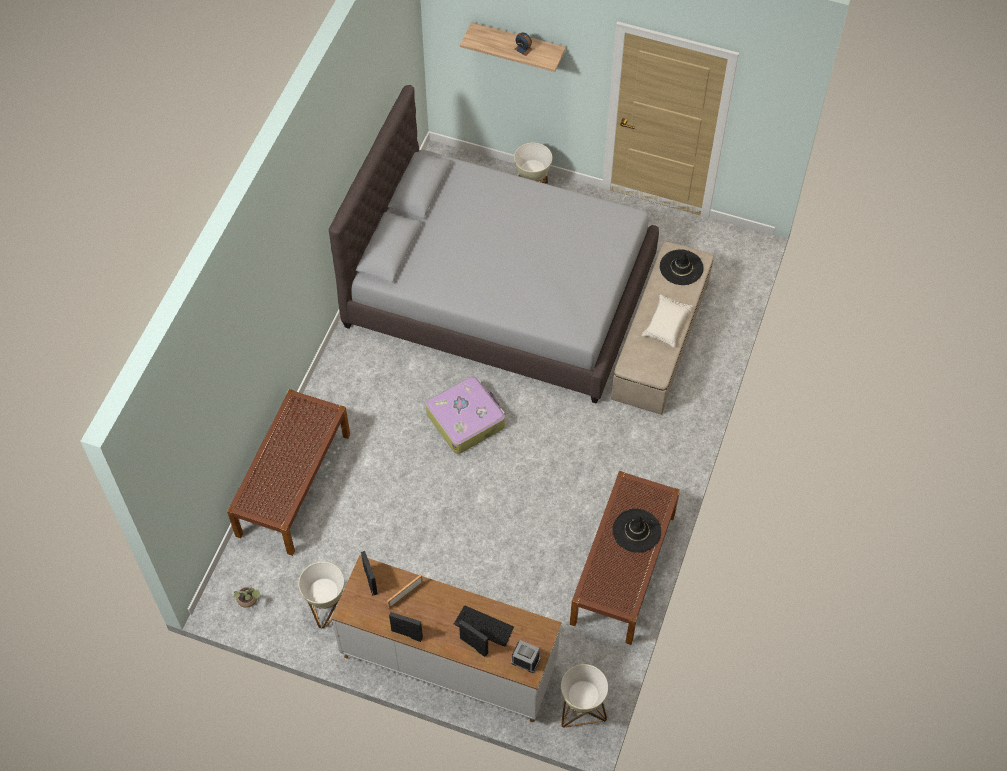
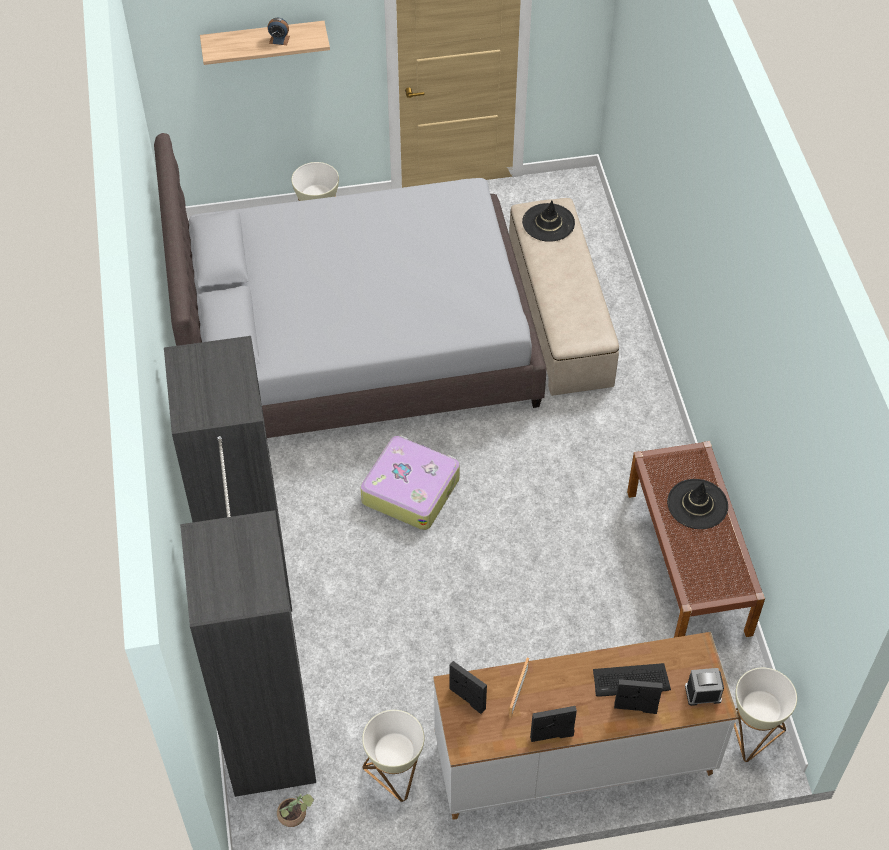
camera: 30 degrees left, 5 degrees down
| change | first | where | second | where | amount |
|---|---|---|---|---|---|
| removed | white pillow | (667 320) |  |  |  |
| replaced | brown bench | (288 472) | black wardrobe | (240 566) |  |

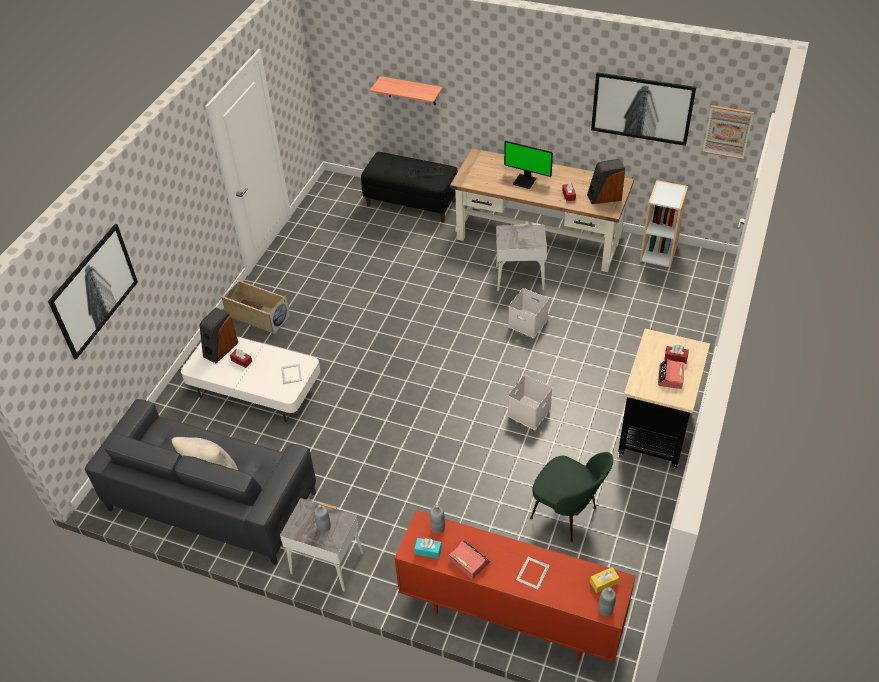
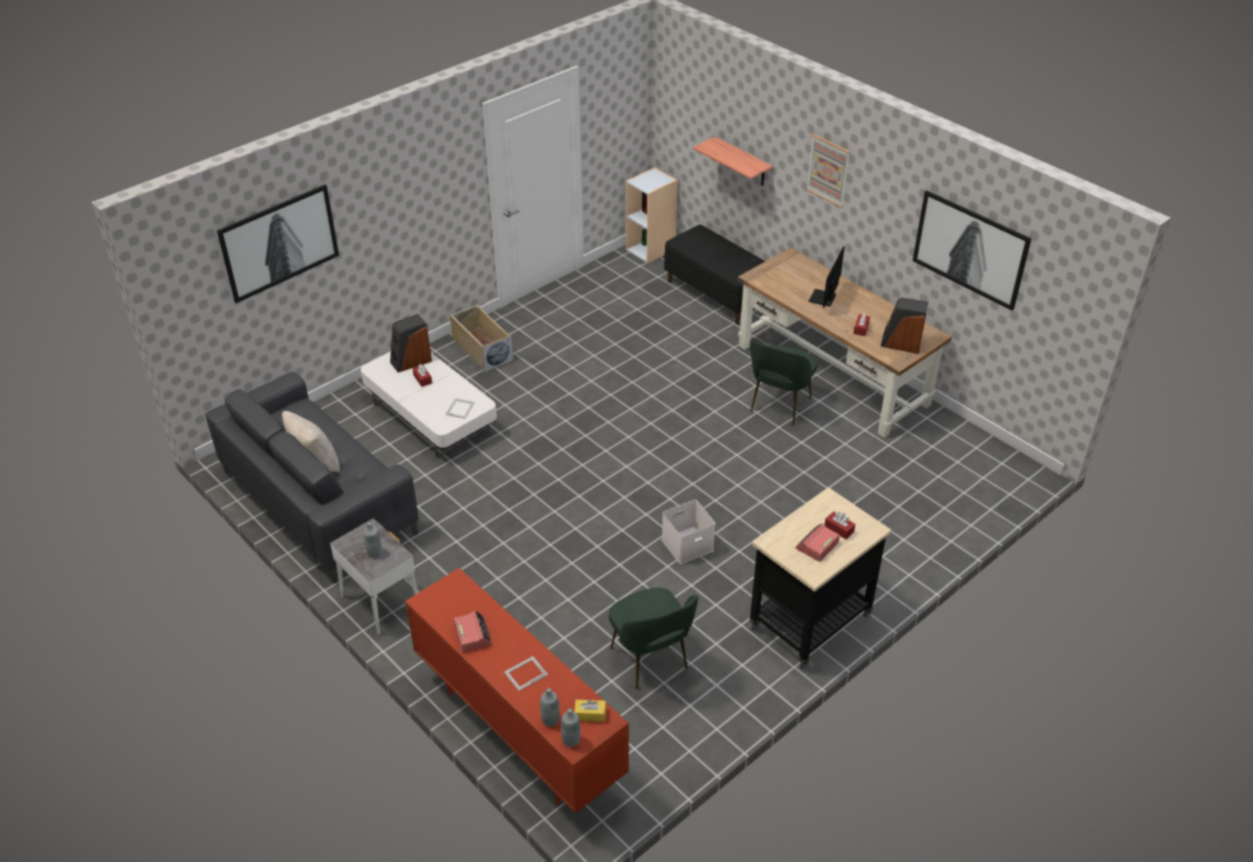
camera: 25 degrees right, 5 degrees down
| change | first | where | second | where | amount |
|---|---|---|---|---|---|
| moved | picture | (728 132) |  | (828 170) |  |
| turned | monitor | (528 165) |  | (827 277) | 60 degrees clockwise |
| moved | bookcase | (664 224) |  | (652 215) |  |
| replaced | side table | (521 257) | green chair | (784 382) |  |
| removed | white storage box | (528 313) |  |  |  |
| moved | grey bottle | (437 519) |  | (550 707) |  |
| removed | turquoise tissue box | (428 548) |  |  |  |

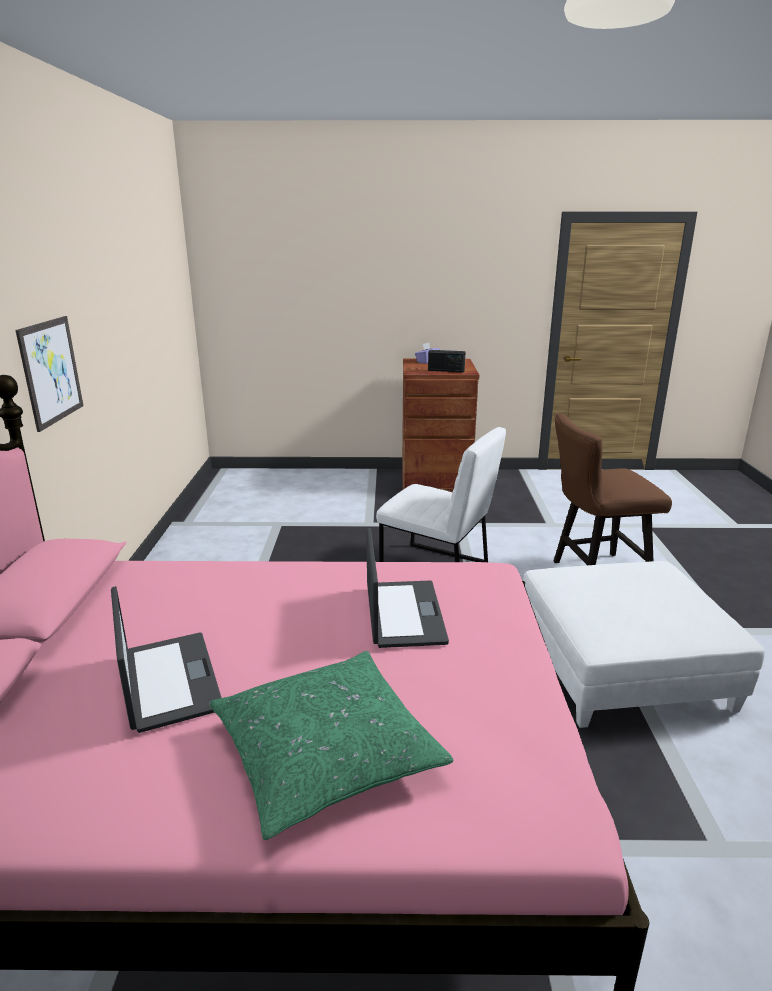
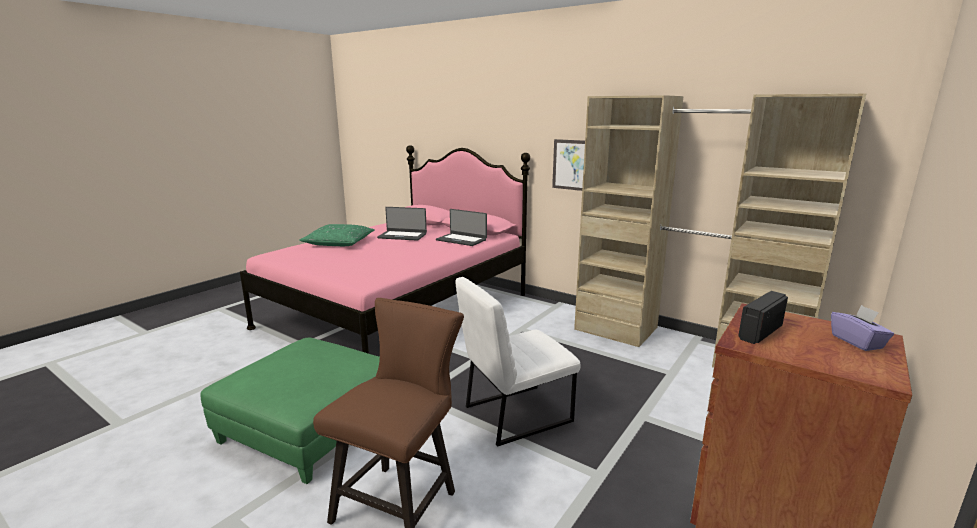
camera: 125 degrees right, 5 degrees down
| change | first | where | second | where | amount |
|---|---|---|---|---|---|
| moved | laptop | (407 588) |  | (461 227) |  |
| recoloured | white ottoman | (644 644) | green ottoman | (290 411) |  |
| added |  |  | beige wardrobe | (720 231) |  |

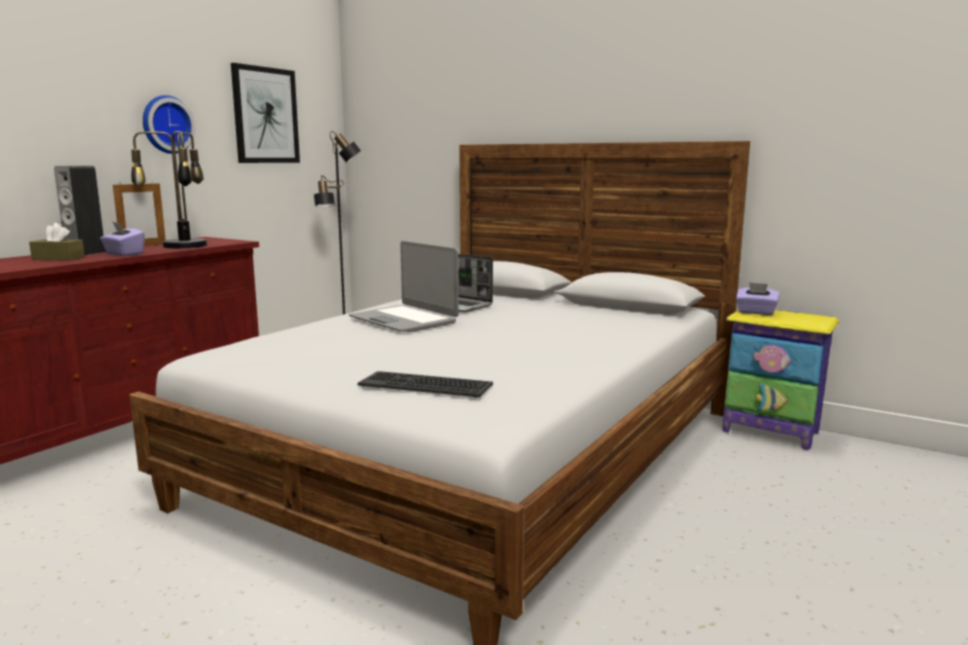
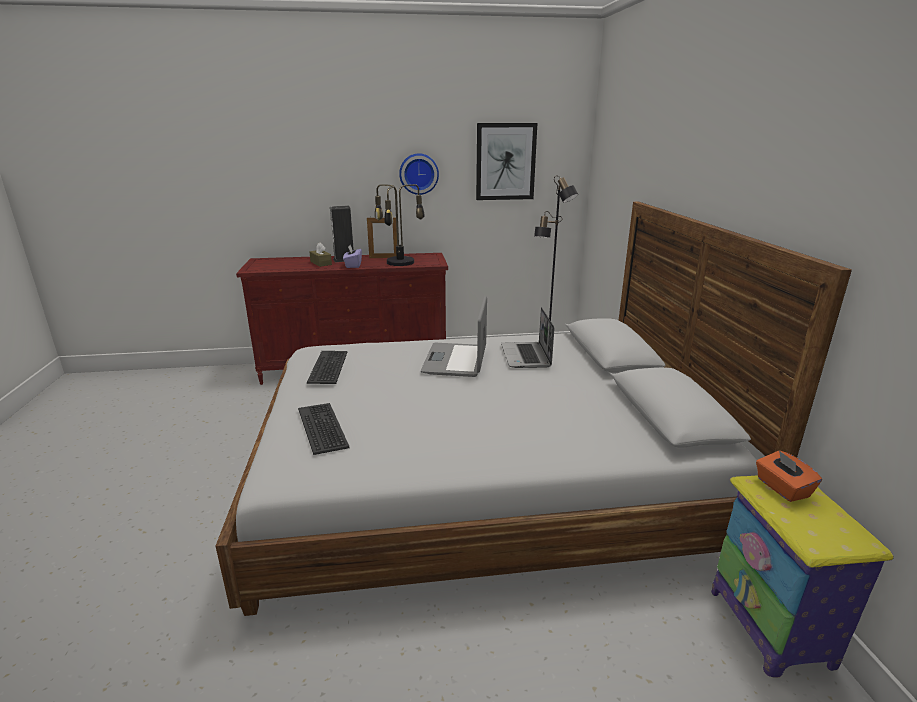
camera: 50 degrees right, 10 degrees up
| change | first | where | second | where | amount |
|---|---|---|---|---|---|
| recoloured | purple tissue box | (757 298) | orange tissue box | (789 476) |  |
| added |  |  | keyboard | (327 367) |  |

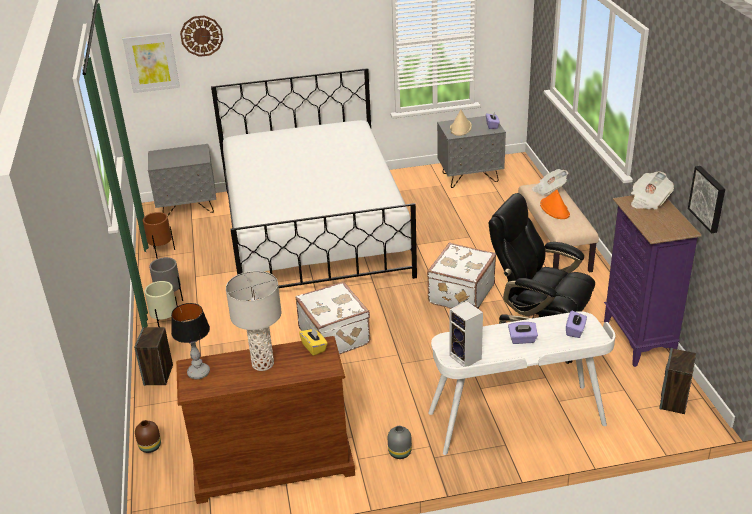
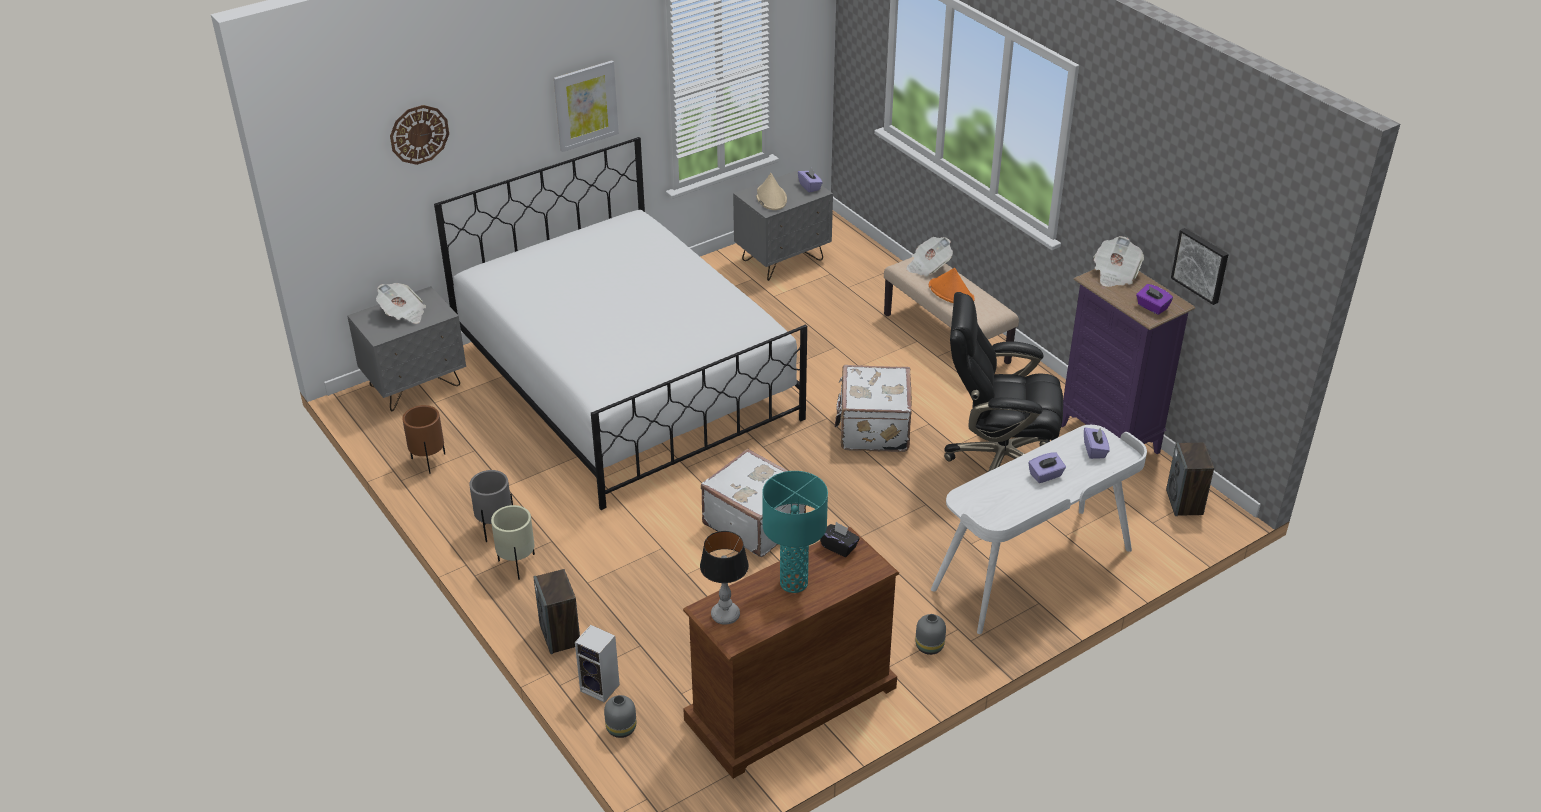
camera: 25 degrees left, 5 degrees up
| change | first | where | second | where | amount |
|---|---|---|---|---|---|
| moved | picture | (151 63) |  | (586 106) |  |
| recoloured | white table lamp | (254 321) | turquoise table lamp | (795 532) |  |
| moved | speaker | (466 334) |  | (597 664) |  |
| recoloured | yellow tissue box | (313 341) | black tissue box | (840 539) |  |
| recoloured | brown vase | (148 436) | grey vase | (620 716) |  |
| added |  |  | newspaper | (401 303) |  |
| added |  |  | purple tissue box | (1154 299) |  |

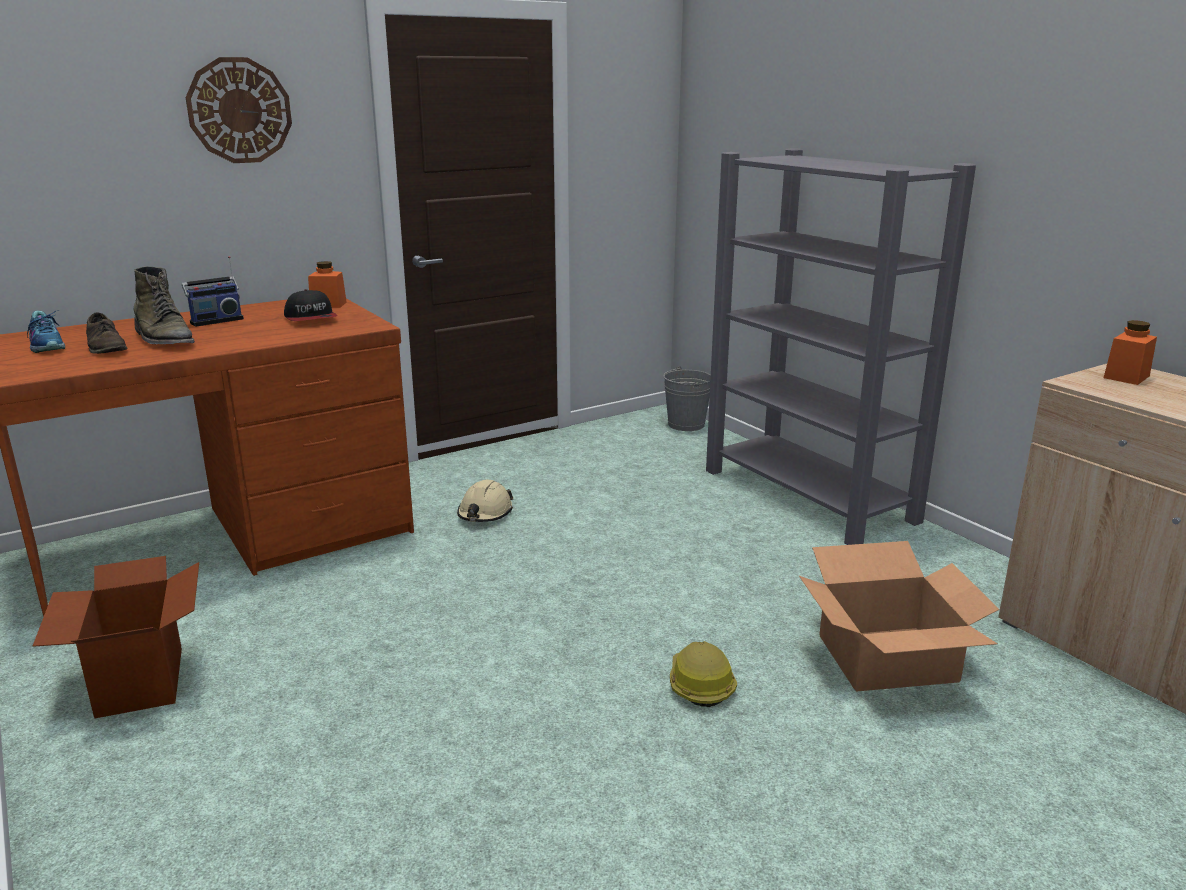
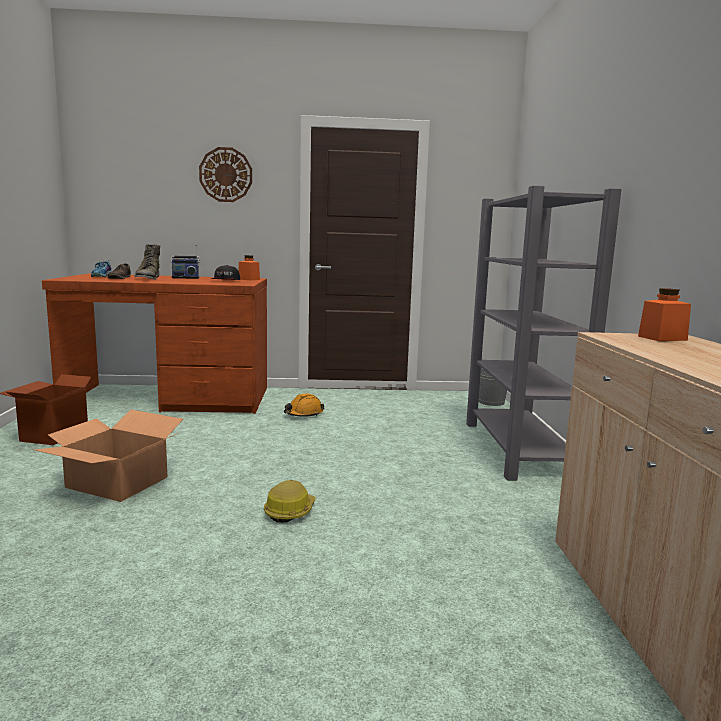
camera: 30 degrees right, 10 degrees down
| change | first | where | second | where | amount |
|---|---|---|---|---|---|
| recoloured | beige hard hat | (485 500) | orange hard hat | (304 405) |  |
| moved | cardboard box | (899 616) |  | (109 456) |  |

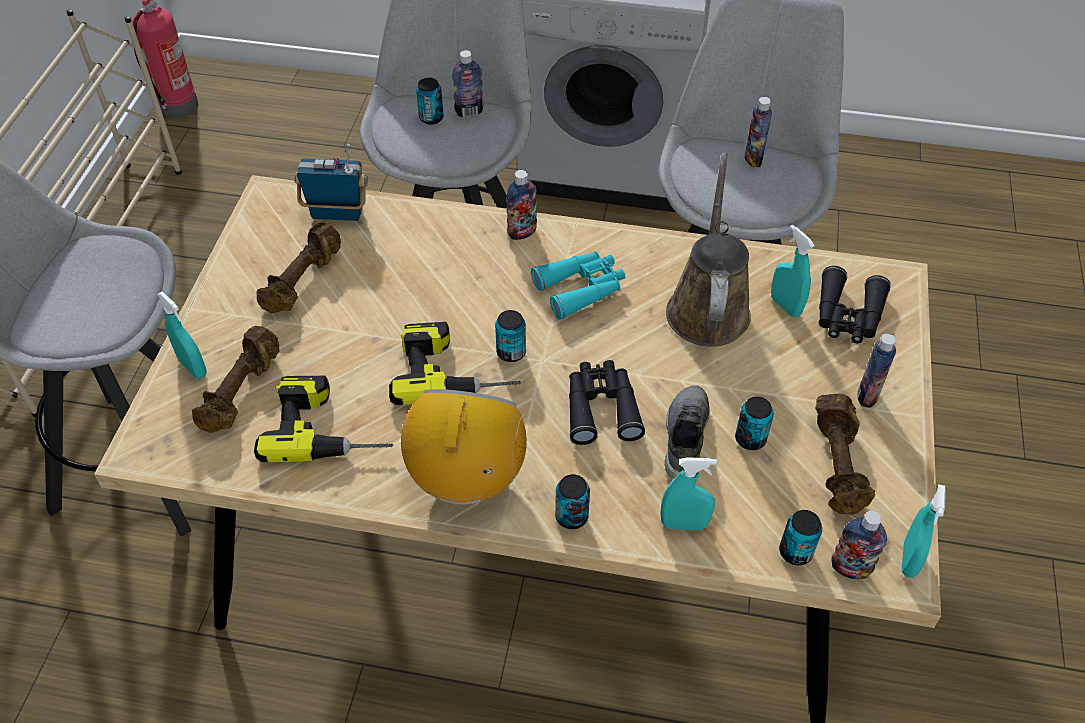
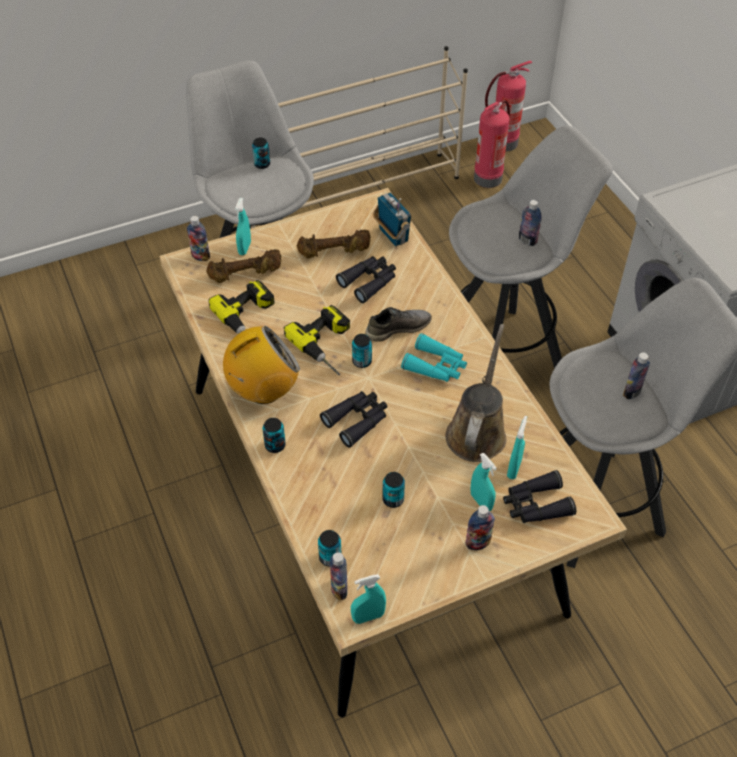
camera: 55 degrees right, 0 degrees up
| change | first | where | second | where | amount |
|---|---|---|---|---|---|
| moved | can | (430 101) |  | (261 153) |  |
| turned | brown watering can | (708 250) |  | (475 393) | 45 degrees counterclockwise |
| moved | bottle | (521 205) |  | (198 238) |  |
| moved | grey shoe | (687 431) |  | (398 324) |  |
| removed | brown dumbbell | (845 454) |  |  |  |
| moved | turquoise spray bottle | (688 493) |  | (483 482) |  |
| added |  |  | fire extinguisher | (492 144) |  |
| added |  |  | black binoculars | (366 279) |  |

